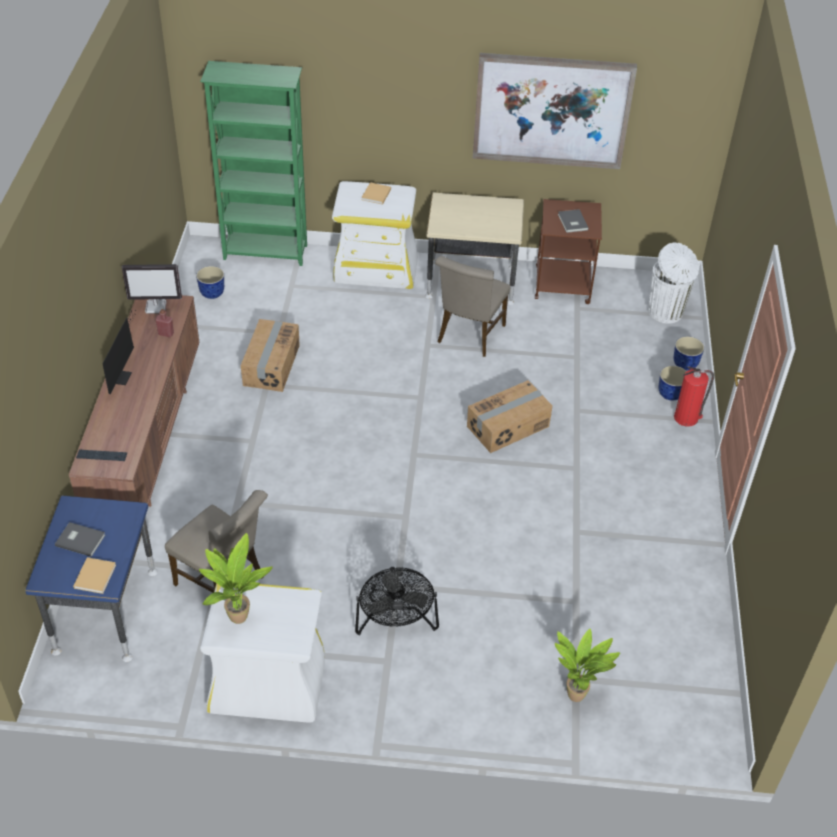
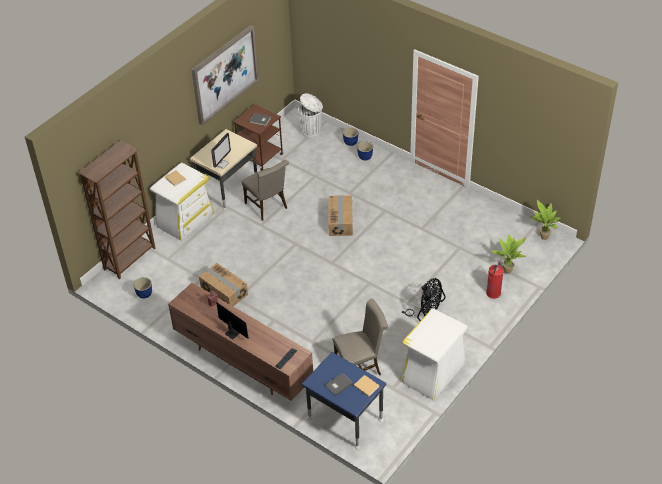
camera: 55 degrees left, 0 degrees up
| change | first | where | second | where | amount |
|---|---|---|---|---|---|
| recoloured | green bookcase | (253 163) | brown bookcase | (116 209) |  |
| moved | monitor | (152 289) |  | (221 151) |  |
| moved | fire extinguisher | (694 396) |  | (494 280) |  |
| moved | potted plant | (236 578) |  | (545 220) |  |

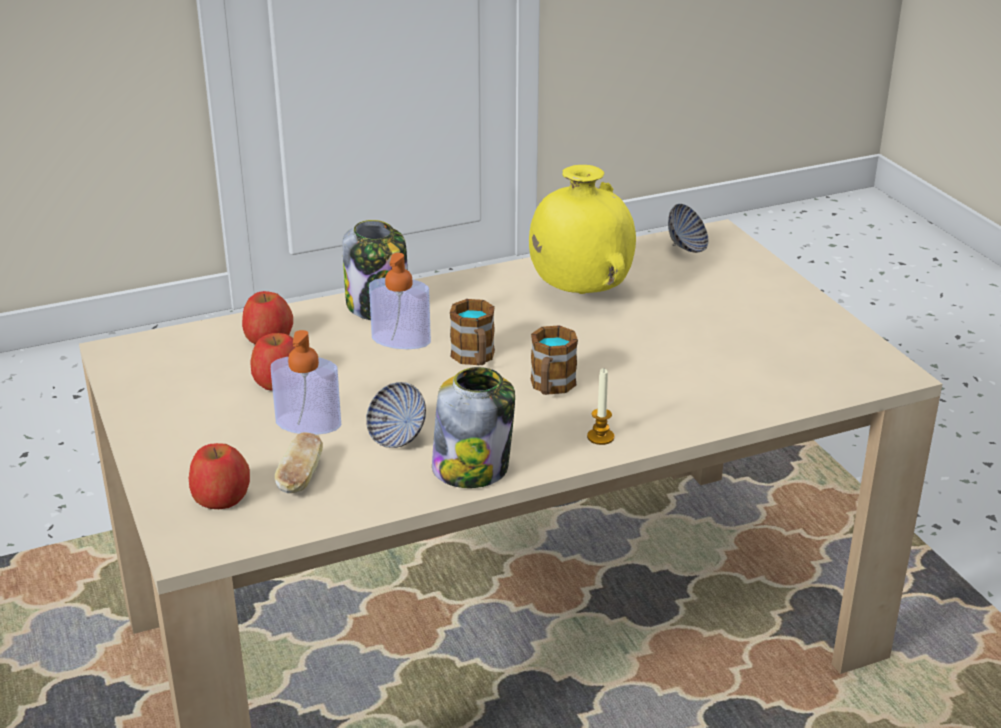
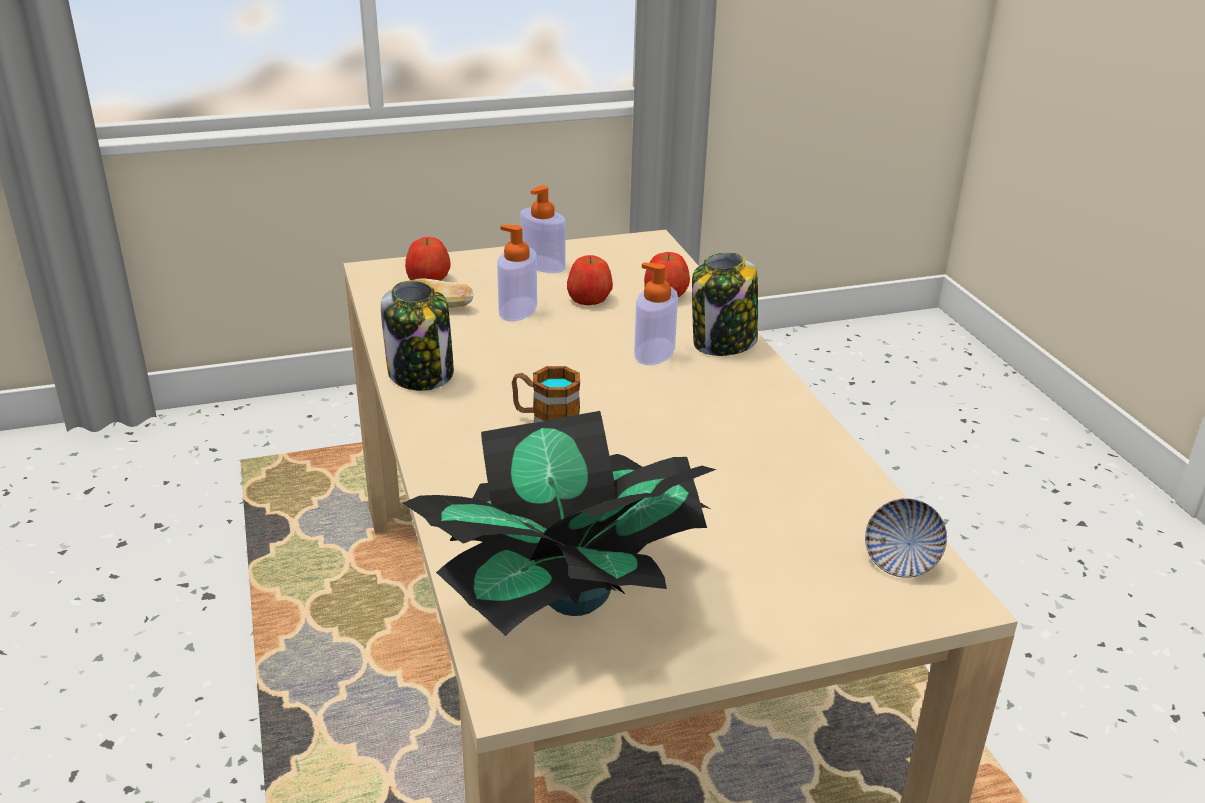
camera: 95 degrees right, 0 degrees up
| change | first | where | second | where | amount |
|---|---|---|---|---|---|
| removed | yellow vase | (582 229) |  |  |  |
| removed | mug | (472 332) |  |  |  |
| removed | candle | (600 407) |  |  |  |
| removed | bowl | (396 415) |  |  |  |
| added |  |  | soap dispenser | (543 229) |  |
| added |  |  | potted plant | (559 523) |  |

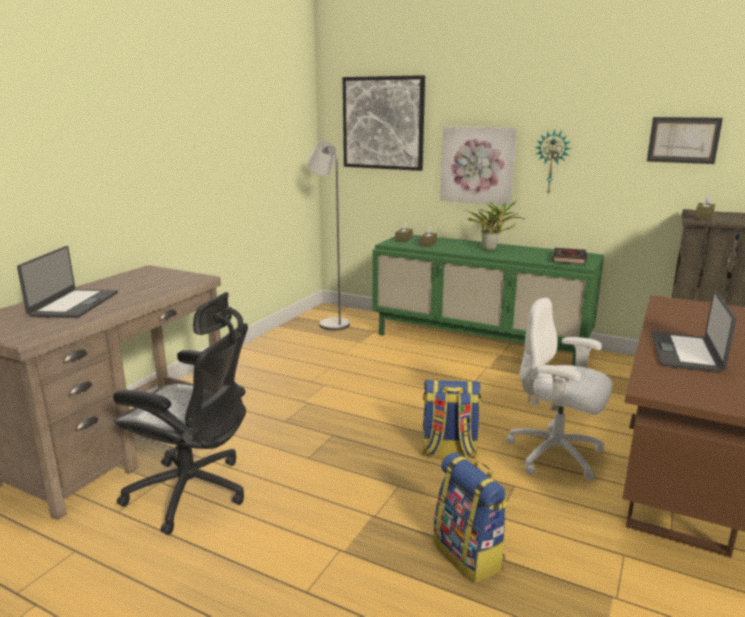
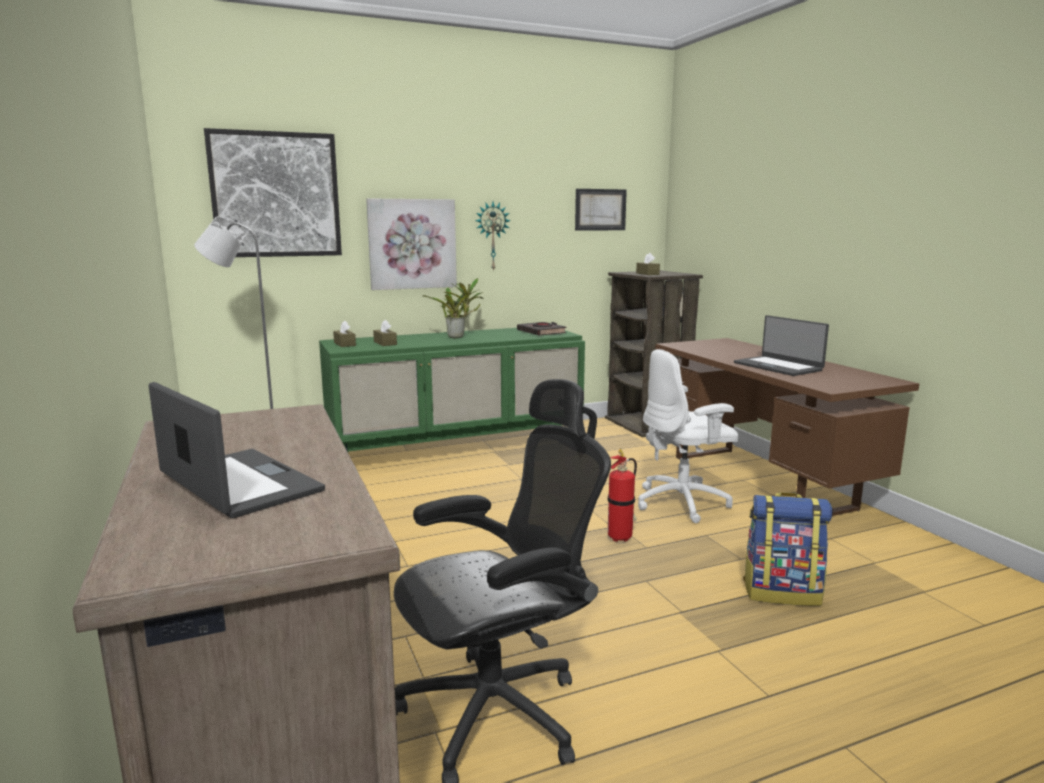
camera: 50 degrees left, 5 degrees down
| change | first | where | second | where | amount |
|---|---|---|---|---|---|
| replaced | backpack | (451 419) | fire extinguisher | (622 495) |  |

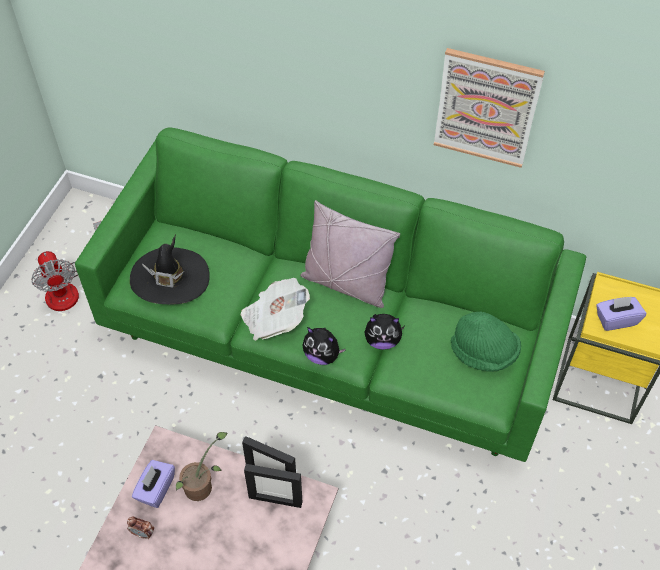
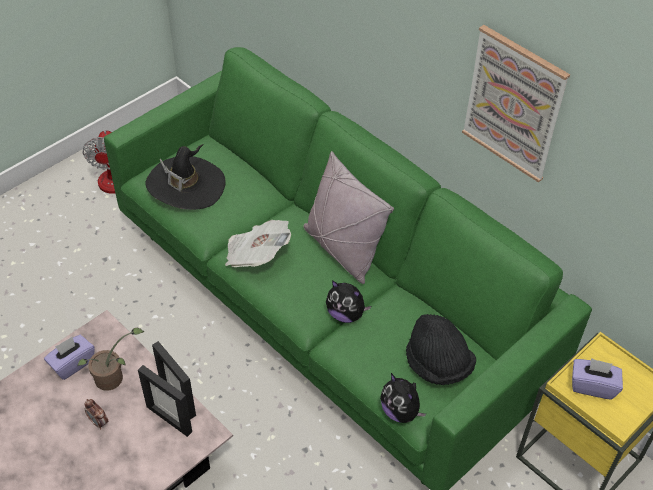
camera: 25 degrees right, 5 degrees down
| change | first | where | second | where | amount |
|---|---|---|---|---|---|
| recoloured | green hat | (485 342) | black hat | (441 349) |  |
| moved | plush toy | (324 346) |  | (403 398) |  |
| moved | alarm clock | (140 527) |  | (96 414) |  |

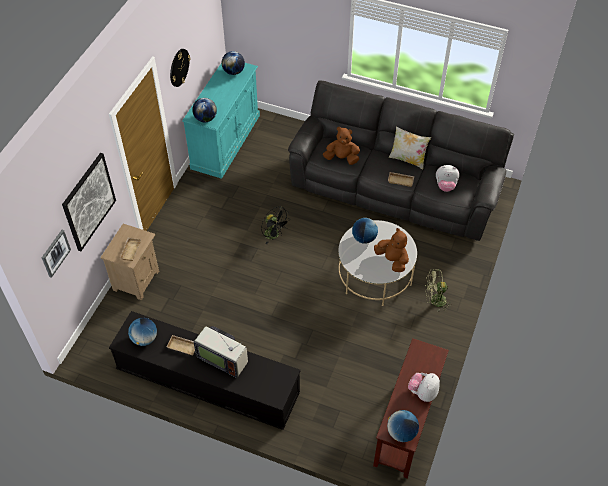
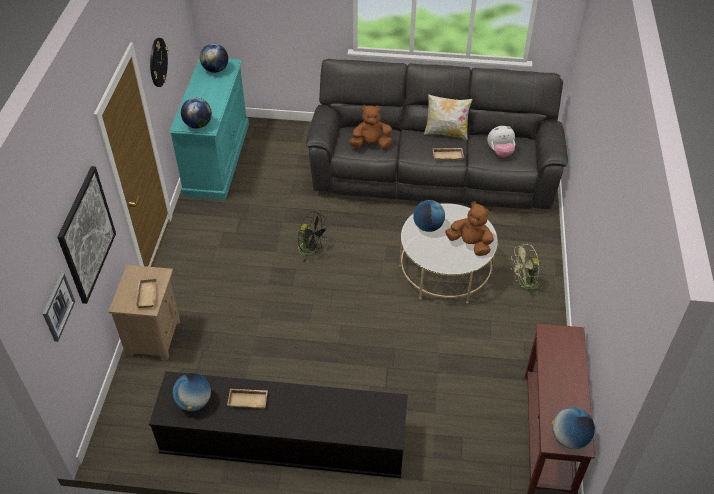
camera: 15 degrees left, 5 degrees down
| change | first | where | second | where | amount |
|---|---|---|---|---|---|
| removed | television | (221 352) |  |  |  |
| removed | plush toy | (424 387) |  |  |  |

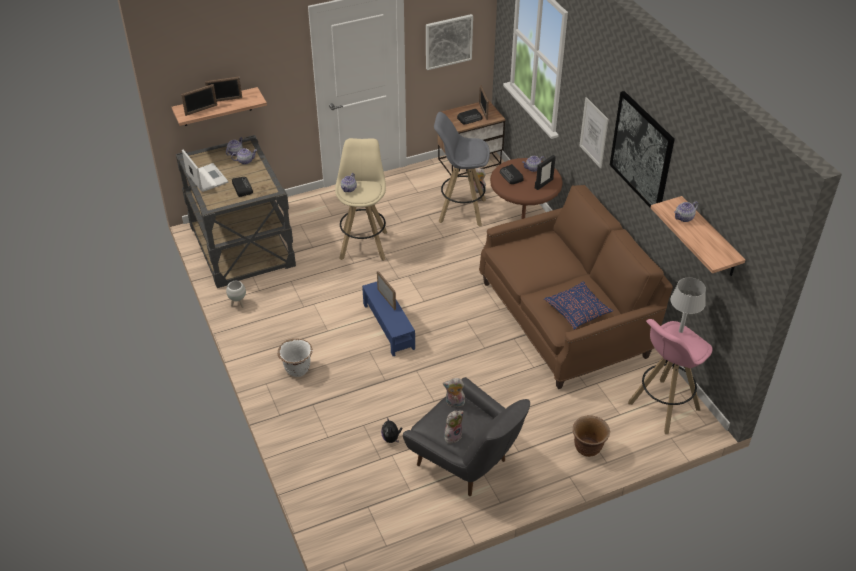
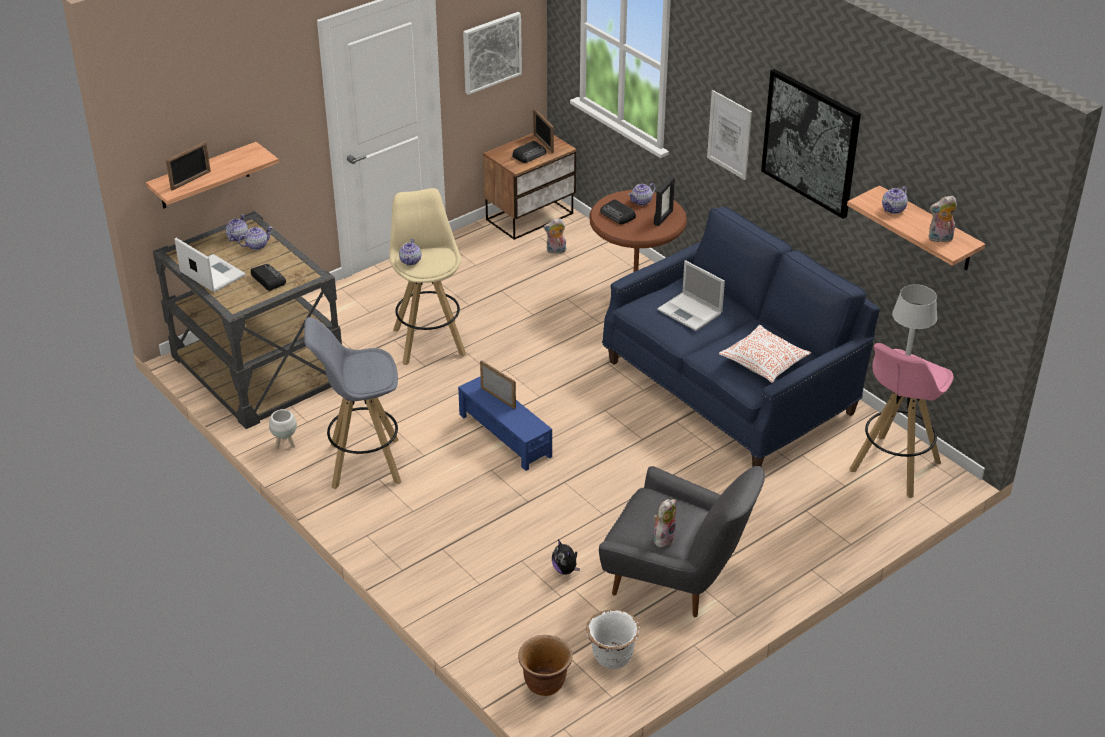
camera: 15 degrees left, 5 degrees down
| change | first | where | second | where | amount |
|---|---|---|---|---|---|
| removed | picture frame | (223 89) |  |  |  |
| moved | grey stool | (462 169) |  | (352 403) |  |
| recoloured | brown sofa | (576 287) | blue sofa | (741 336) |  |
| recoloured | blue pillow | (578 305) | white pillow | (765 354) |  |
| moved | white planter | (295 358) |  | (613 639) |  |
| moved | plush toy | (454 392) |  | (943 219) |  |
| moved | brown planter | (591 436) |  | (545 665) |  |
| added |  |  | laptop | (691 295) |  |

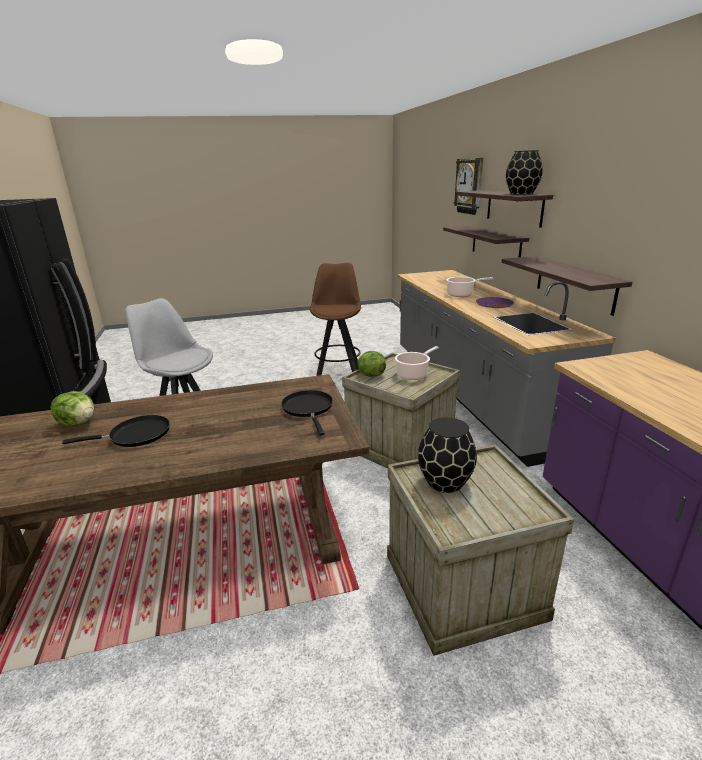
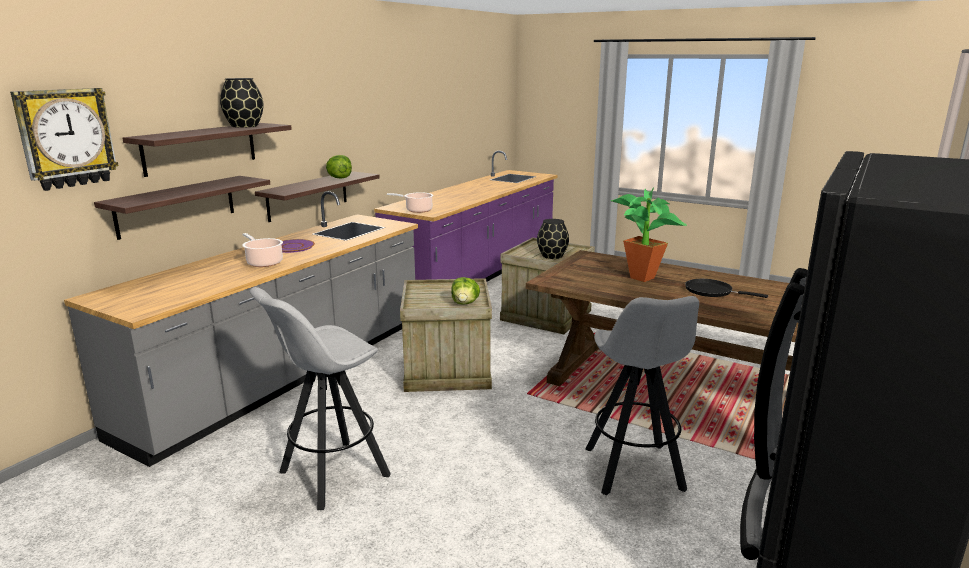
camera: 135 degrees left, 5 degrees down
| change | first | where | second | where | amount |
|---|---|---|---|---|---|
| recoloured | brown stool | (335 319) | grey stool | (320 398) |  |
| moved | cooking pot | (417 363) |  | (410 202) |  |
| removed | black frying pan | (307 412) |  |  |  |
| moved | lettuce | (72 409) |  | (339 167) |  |
| added |  |  | potted plant | (648 235) |  |

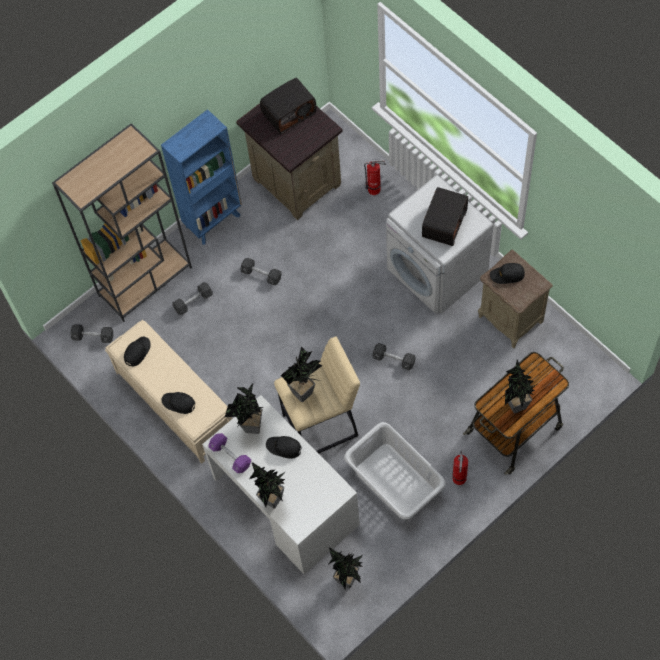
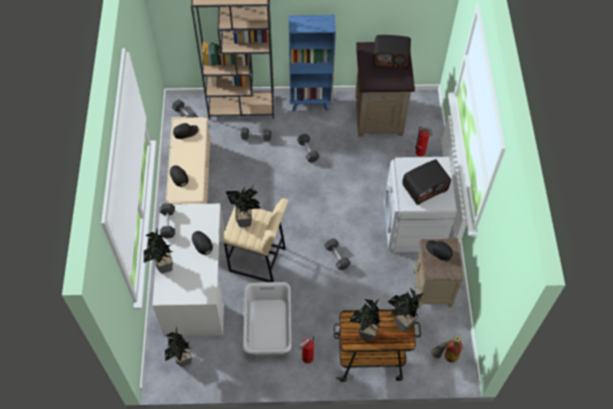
camera: 35 degrees right, 5 degrees down
| change | first | where | second | where | amount |
|---|---|---|---|---|---|
| moved | potted plant | (244 408) |  | (405 310) |  |
| recoloured | purple dumbbell | (229 453) | black dumbbell | (167 220) |  |
| added |  |  | fire extinguisher | (446 349) |  |

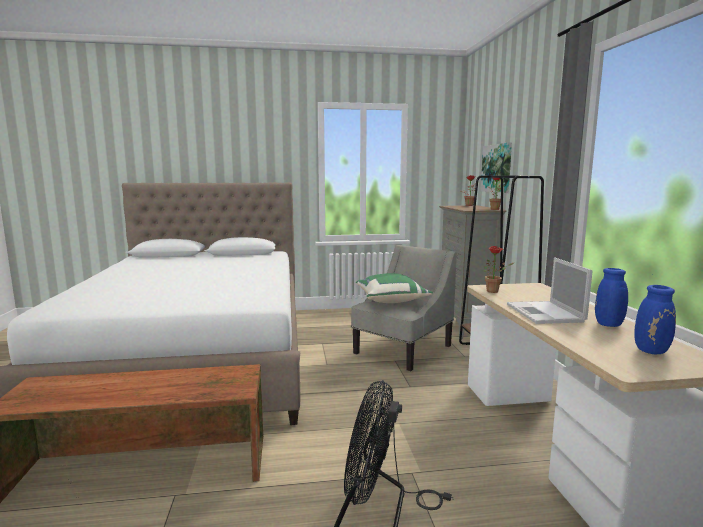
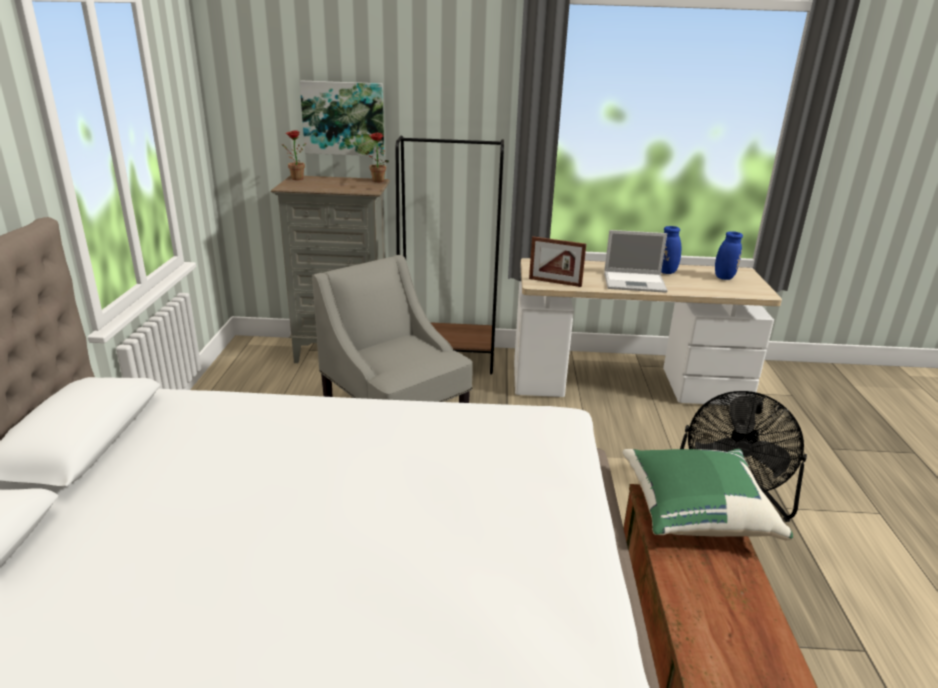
camera: 80 degrees left, 15 degrees up
| change | first | where | second | where | amount |
|---|---|---|---|---|---|
| replaced | potted plant | (498 269) | picture frame | (557 261) |  |
| moved | green pillow | (394 288) |  | (707 494) |  |

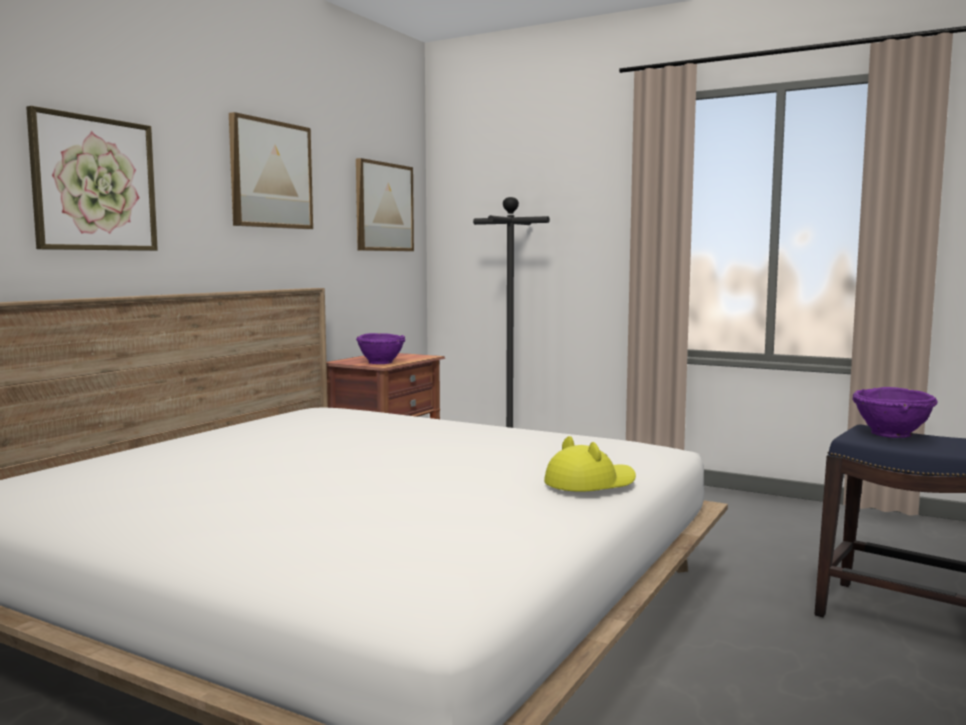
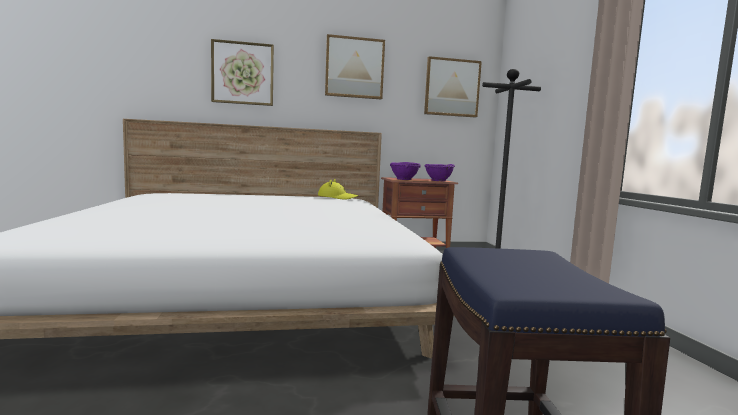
camera: 50 degrees right, 0 degrees up
| change | first | where | second | where | amount |
|---|---|---|---|---|---|
| moved | purple bowl | (895 412) |  | (440 172) |  |
| moved | yellow hat | (590 464) |  | (338 189) |  |

